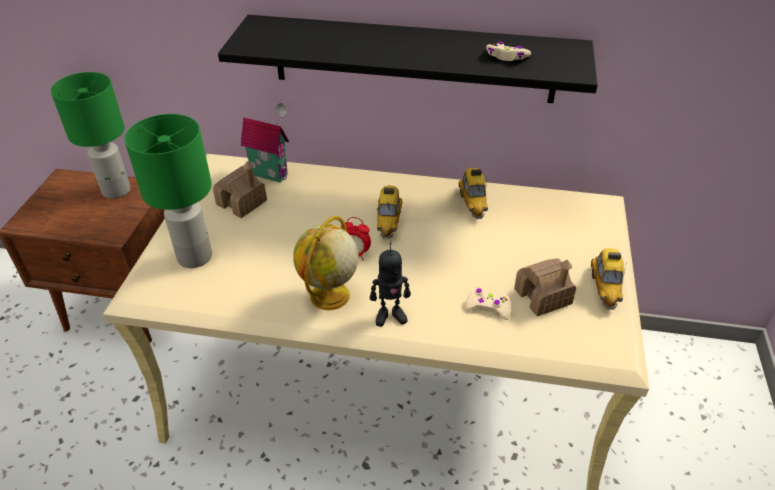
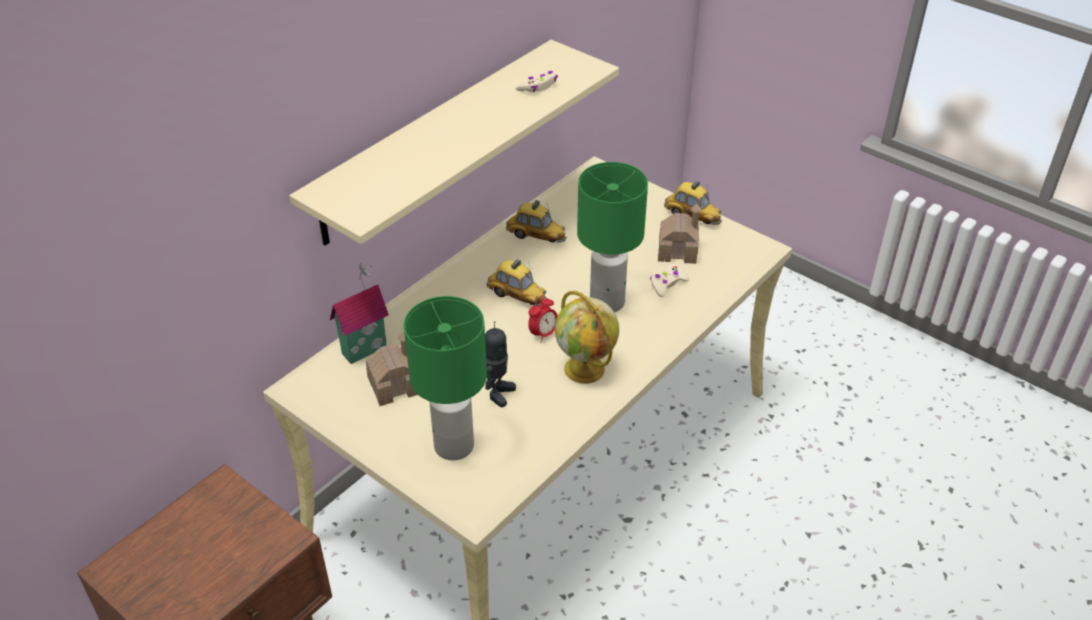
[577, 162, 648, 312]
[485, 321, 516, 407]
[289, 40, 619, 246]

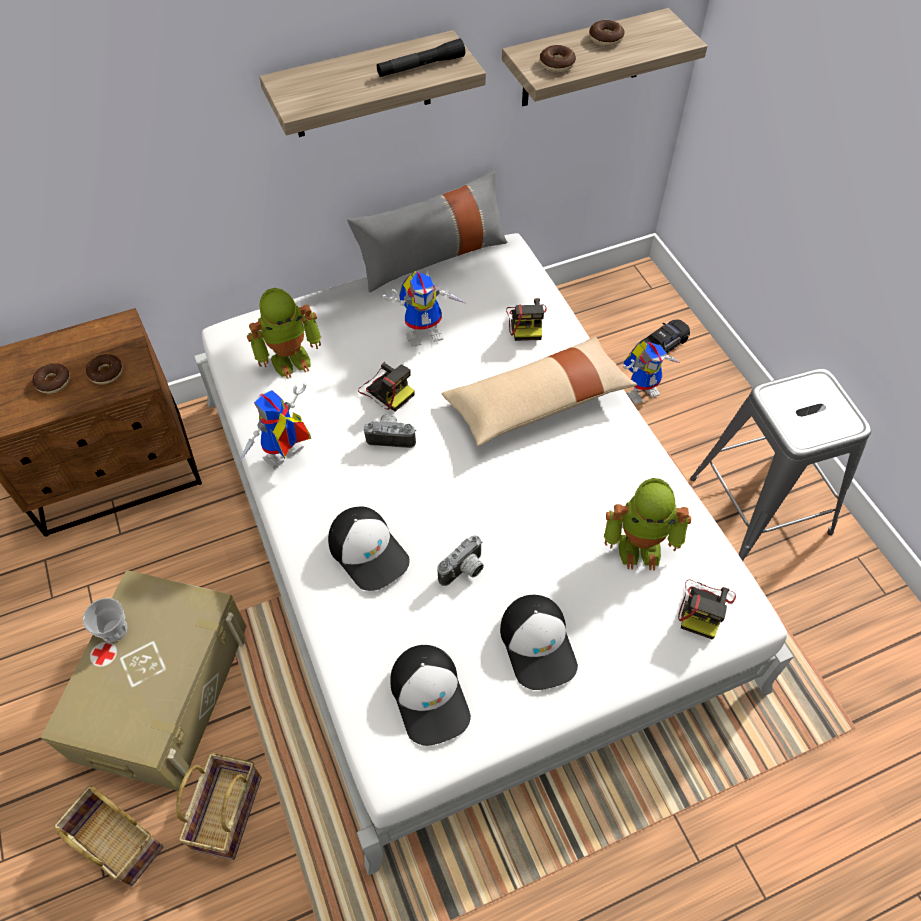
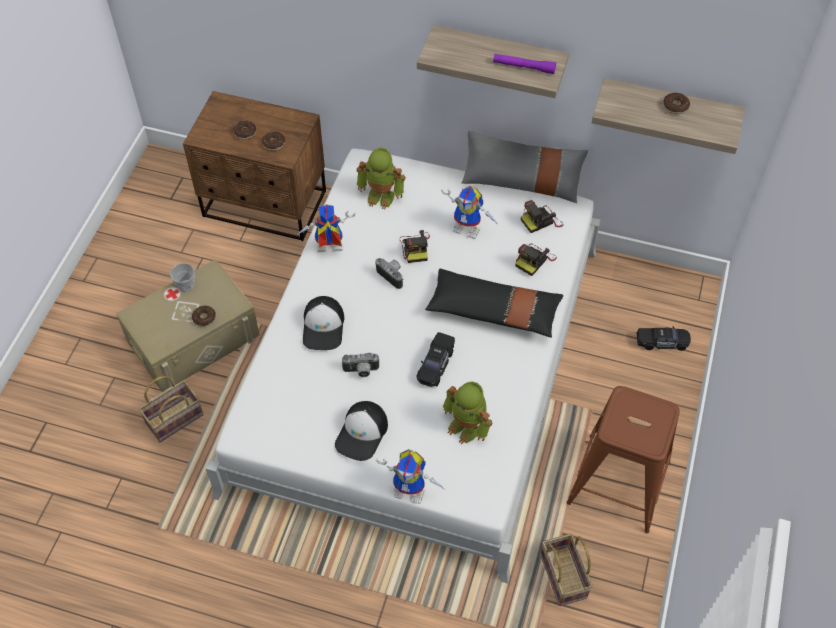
[390, 645, 471, 746] (first image)
[417, 332, 455, 387]
[540, 534, 593, 606]
[192, 306, 216, 327]
[376, 449, 446, 504]
[521, 200, 563, 233]
[493, 54, 556, 74]
[425, 269, 563, 338]
[567, 386, 679, 533]

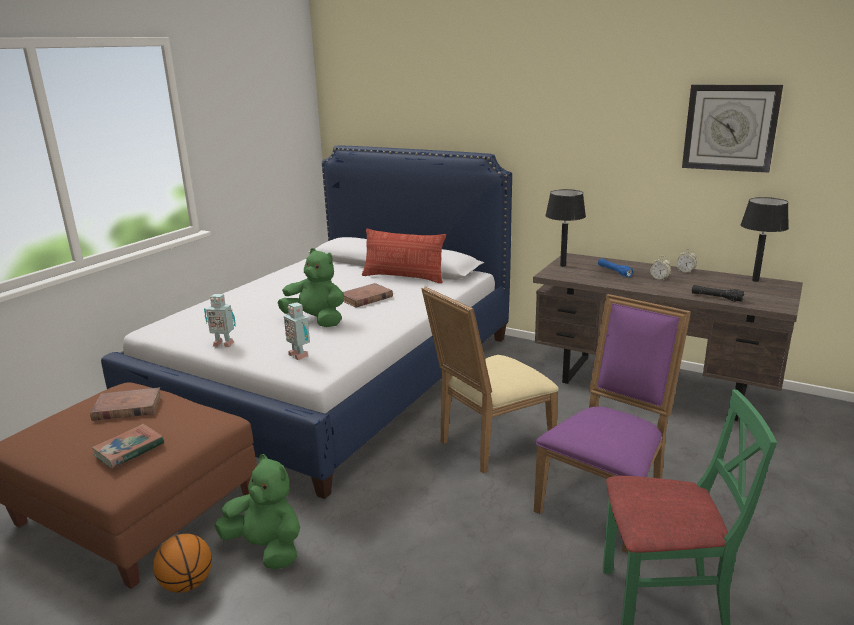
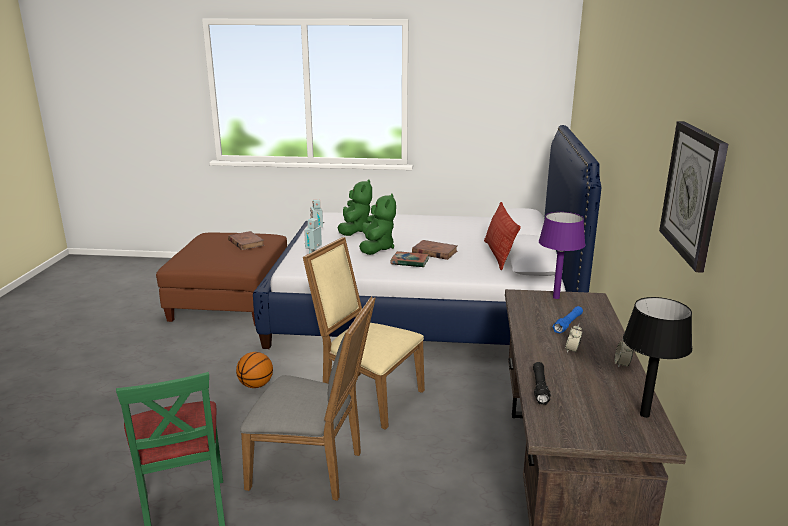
[391, 251, 429, 268]
[236, 352, 273, 388]
[338, 180, 372, 236]
[240, 296, 376, 501]
[539, 212, 586, 299]

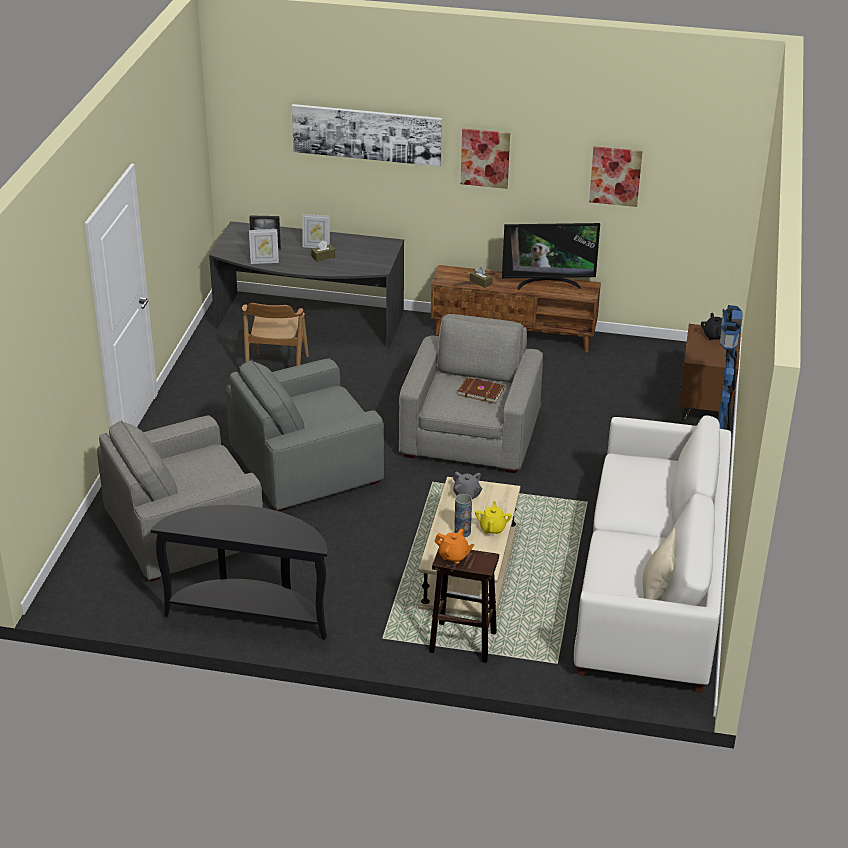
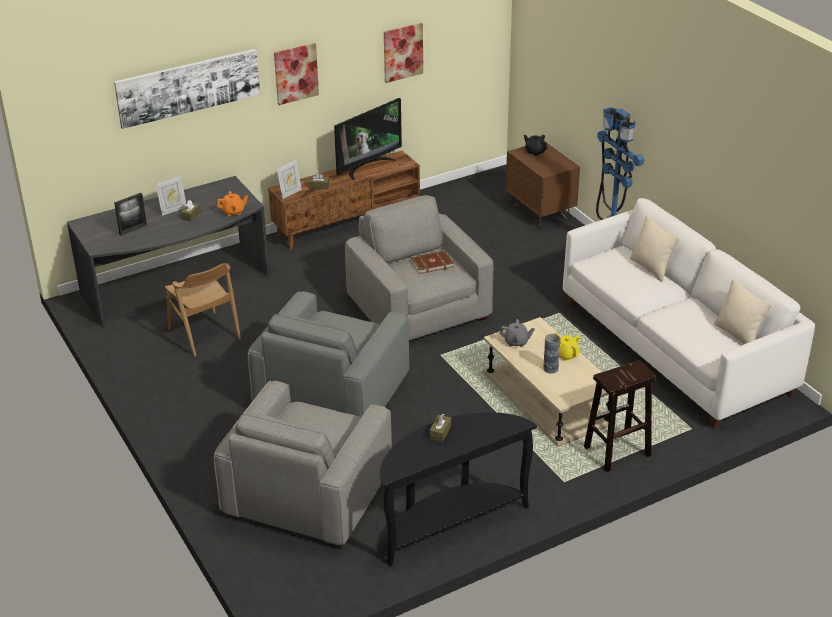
[429, 414, 451, 442]
[630, 215, 680, 282]
[277, 160, 302, 199]
[217, 191, 248, 216]

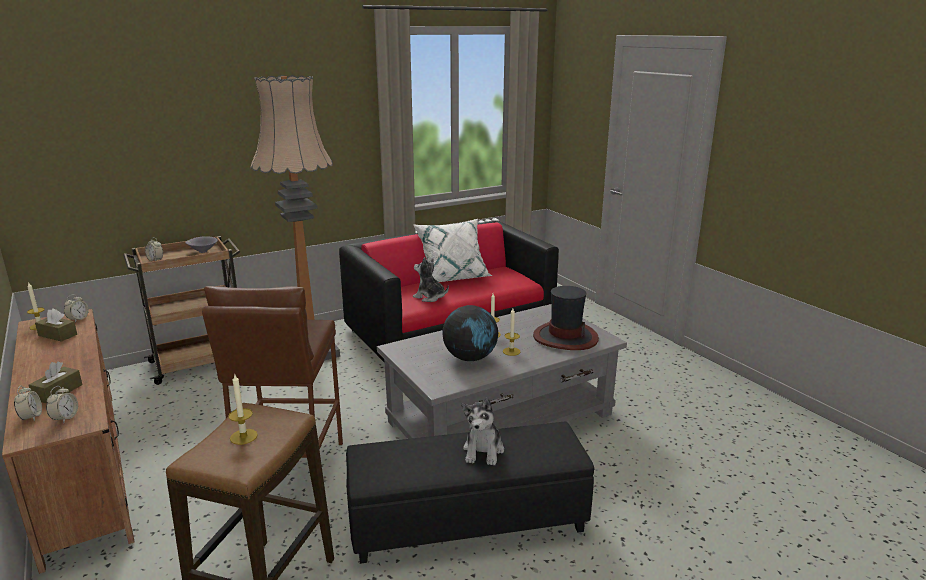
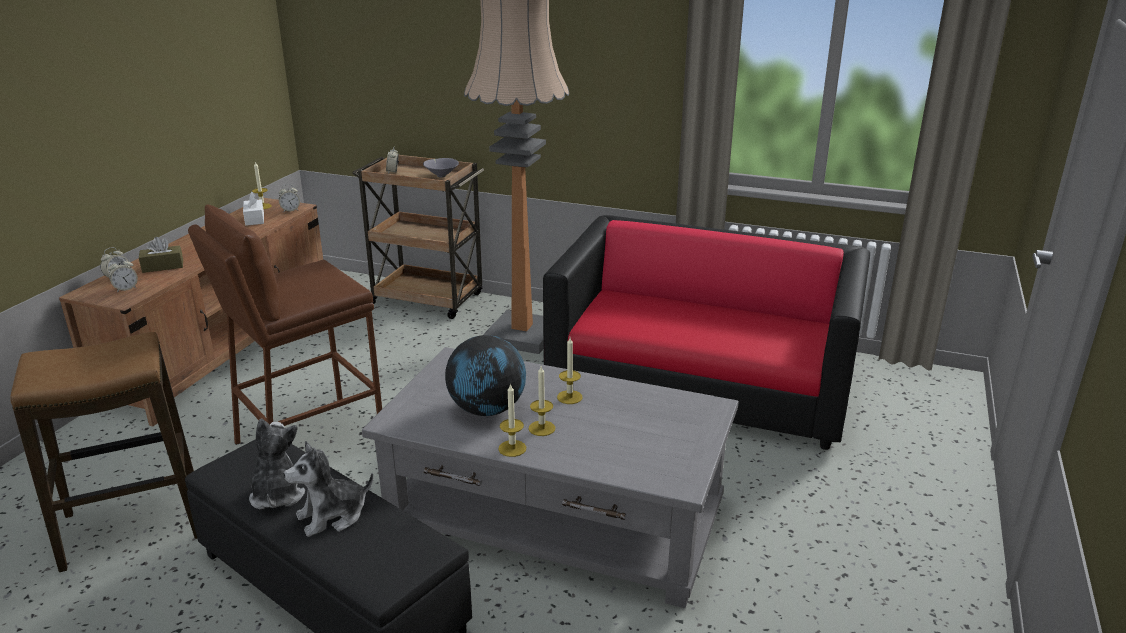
[413, 219, 493, 282] (first image)
[533, 286, 599, 350] (first image)
[498, 383, 526, 457]
[249, 419, 305, 509]
[243, 192, 264, 226]

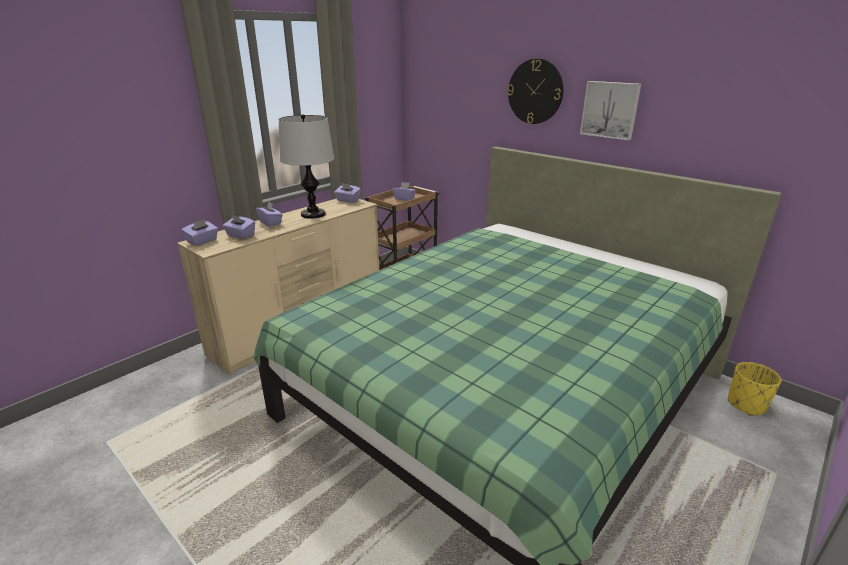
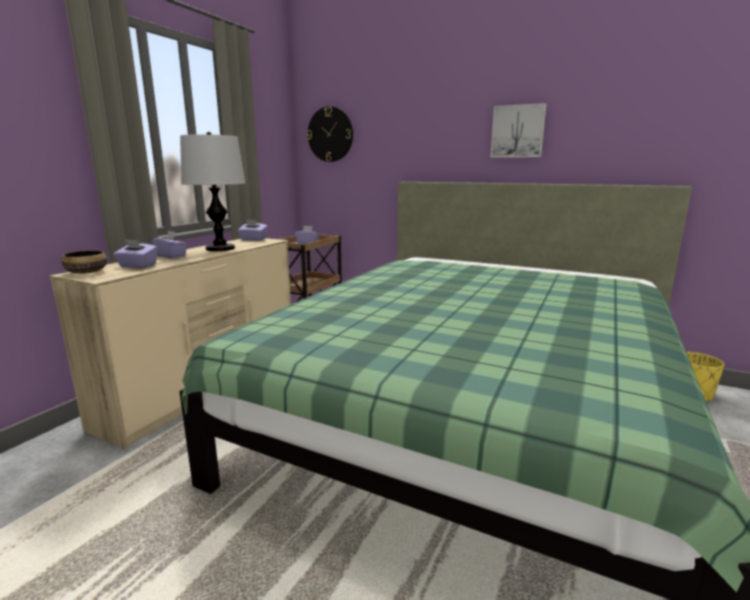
[307, 106, 353, 162]
[62, 250, 107, 274]

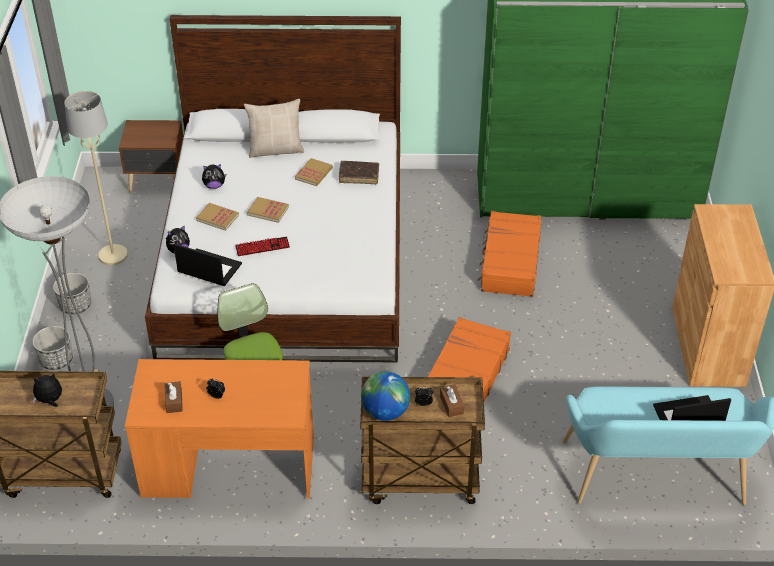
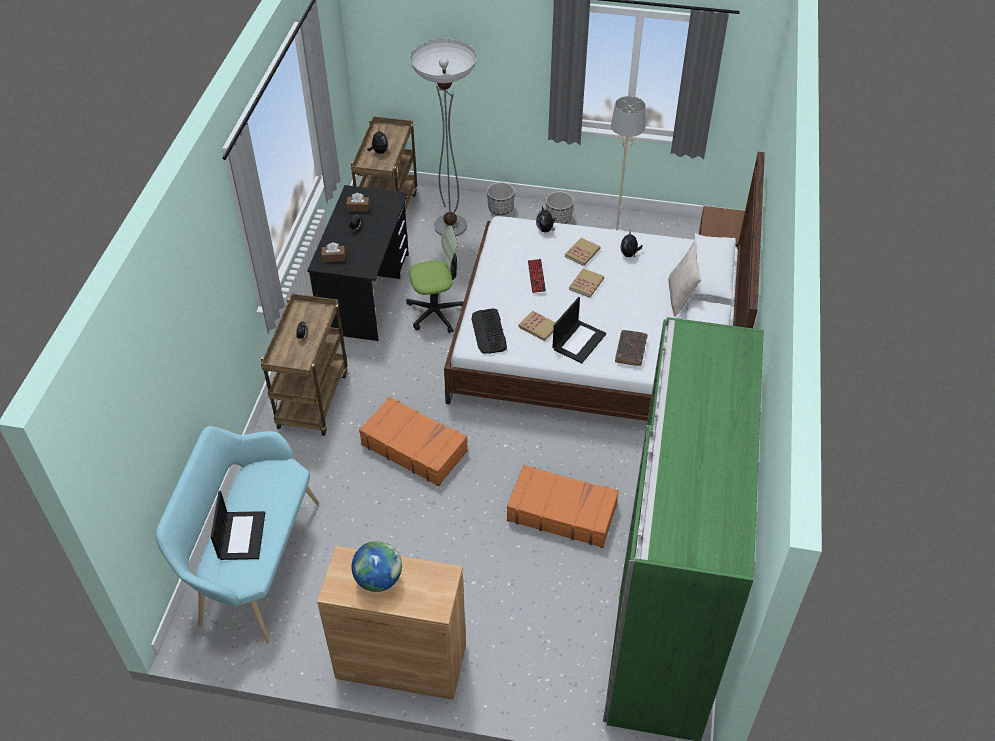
[472, 308, 507, 354]
[552, 297, 606, 363]
[518, 311, 556, 341]
[352, 541, 402, 592]
[322, 243, 345, 262]
[307, 185, 409, 341]

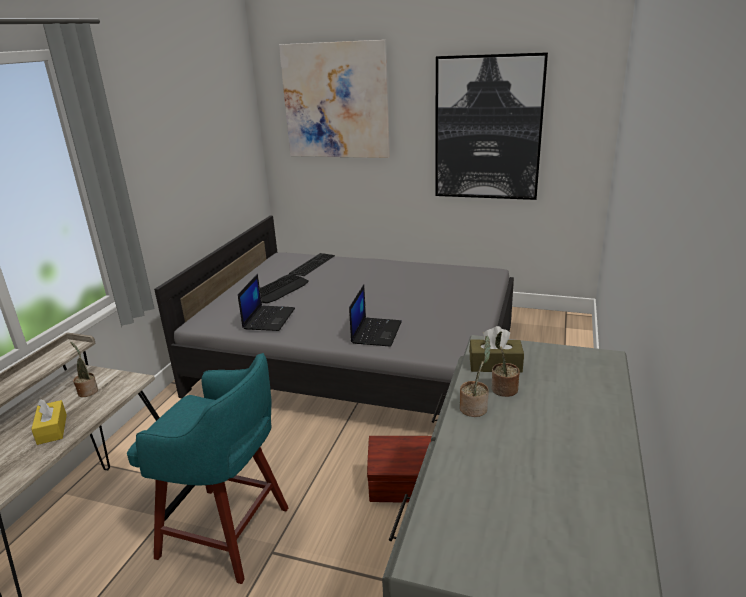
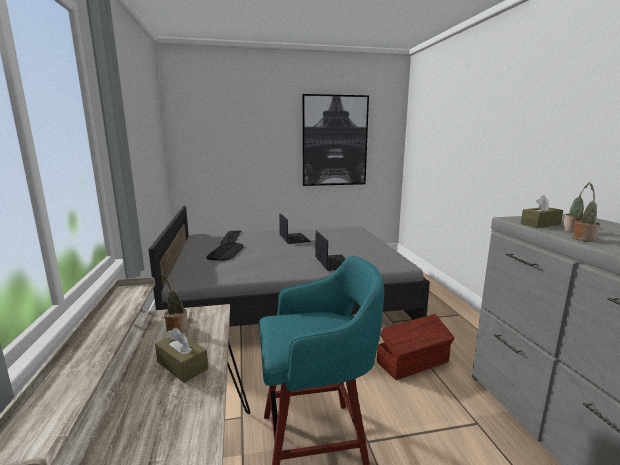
[279, 40, 390, 158] (first image)
[279, 213, 311, 244]
[155, 328, 208, 383]

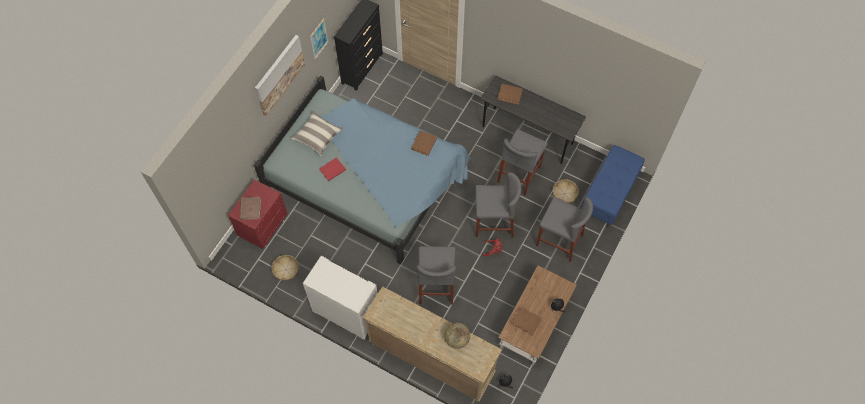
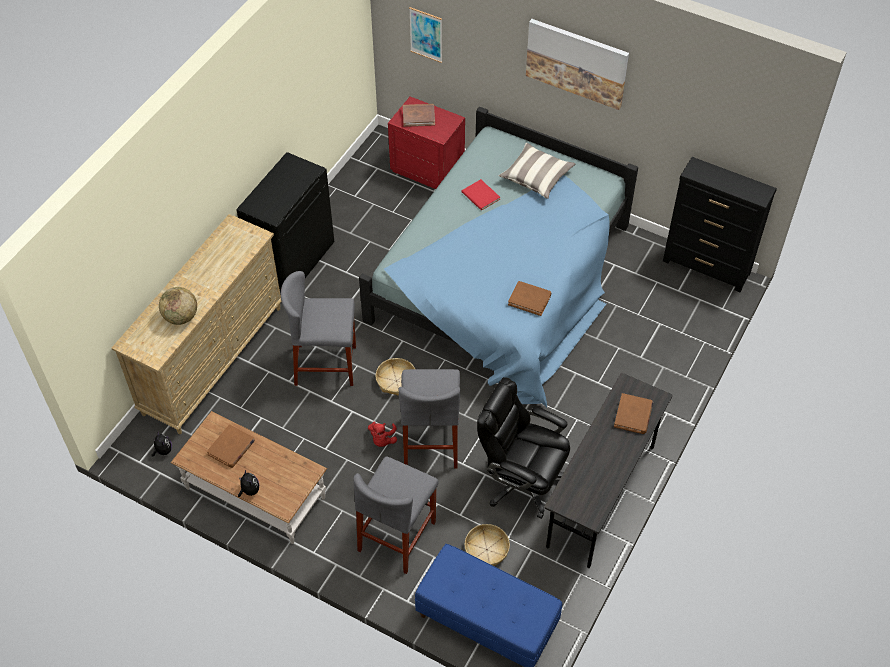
[376, 358, 415, 396]
[409, 7, 442, 63]
[477, 377, 570, 519]
[236, 152, 334, 295]

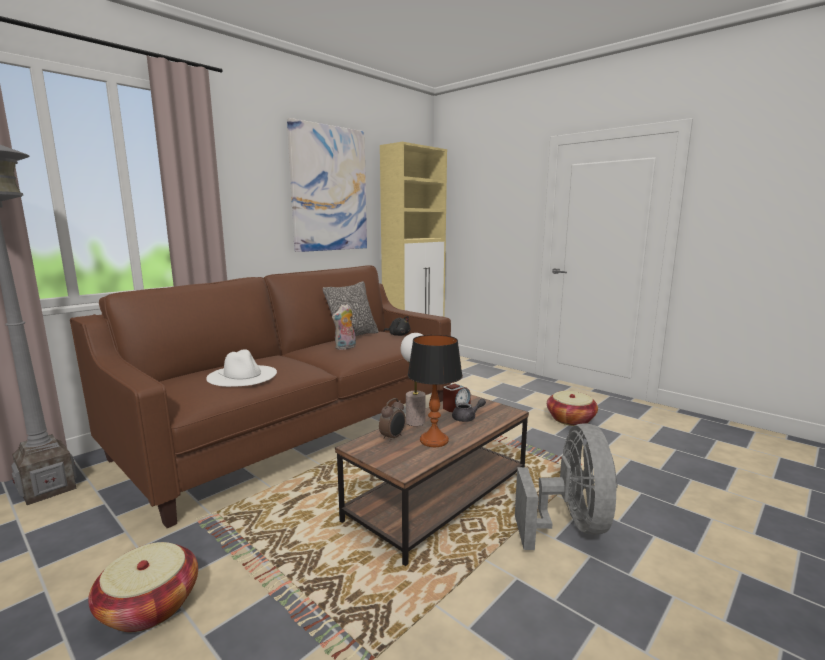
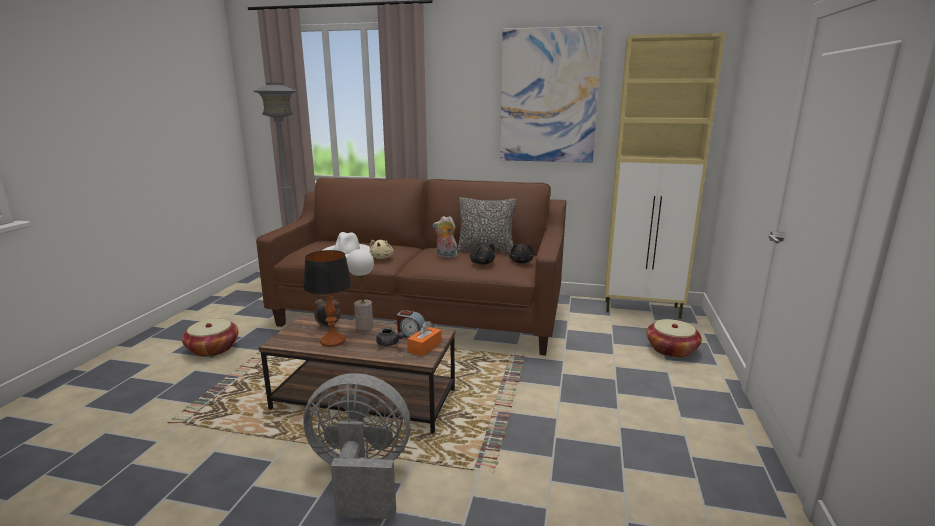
[370, 240, 394, 259]
[407, 321, 442, 356]
[470, 244, 495, 265]
[647, 319, 702, 358]
[303, 373, 411, 519]

